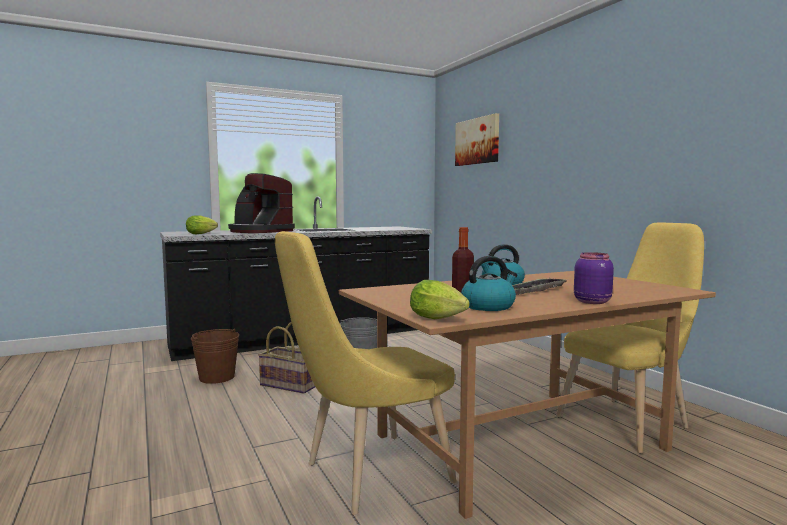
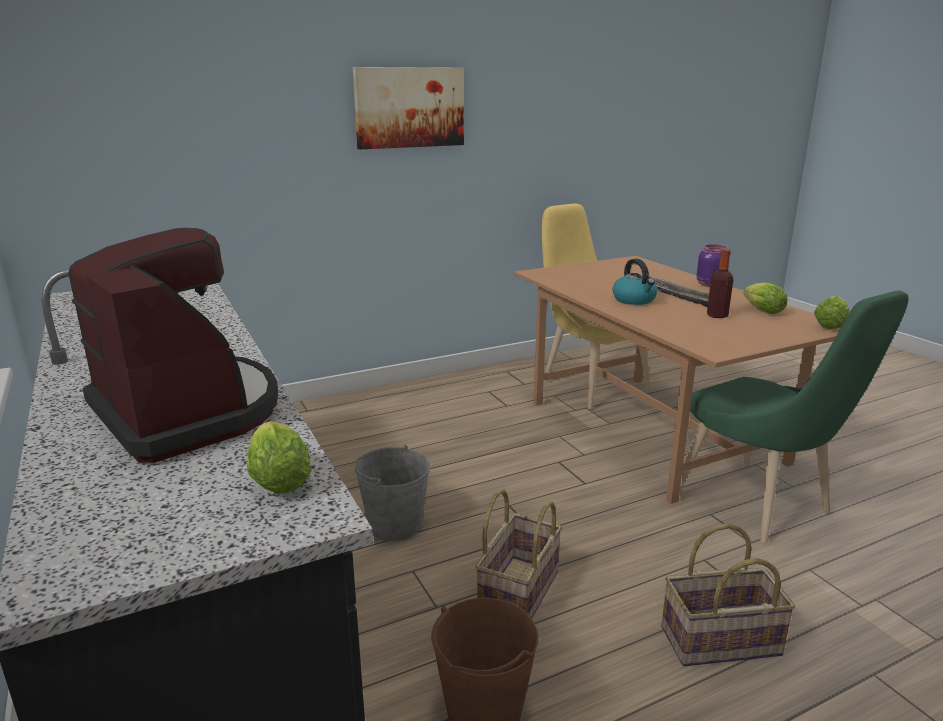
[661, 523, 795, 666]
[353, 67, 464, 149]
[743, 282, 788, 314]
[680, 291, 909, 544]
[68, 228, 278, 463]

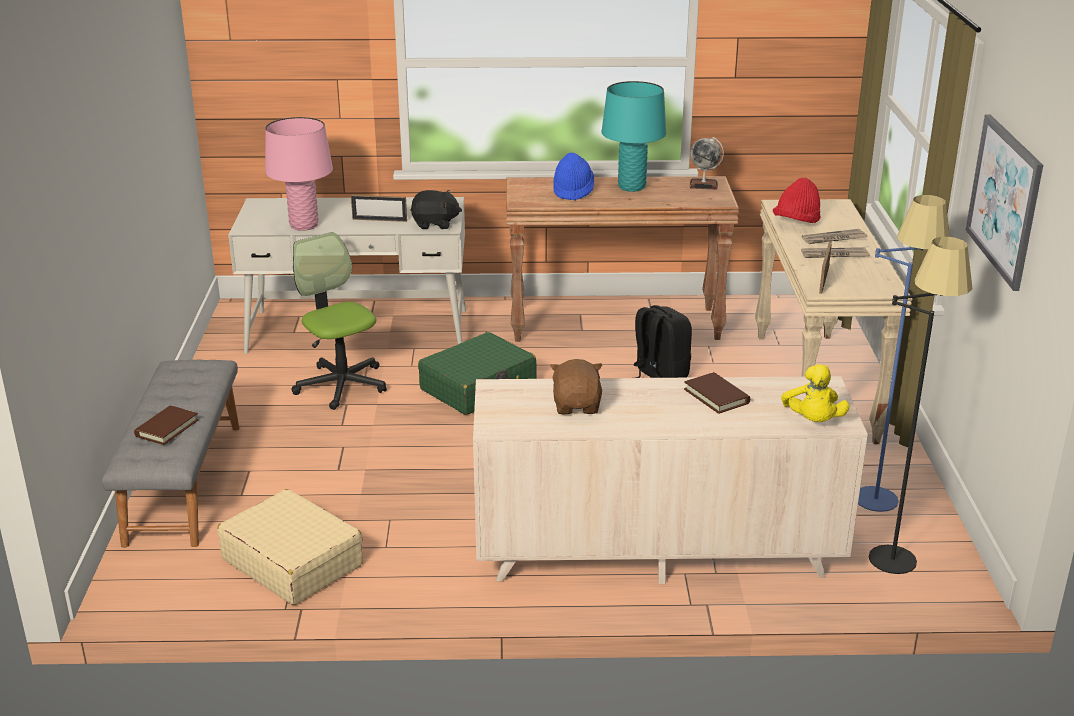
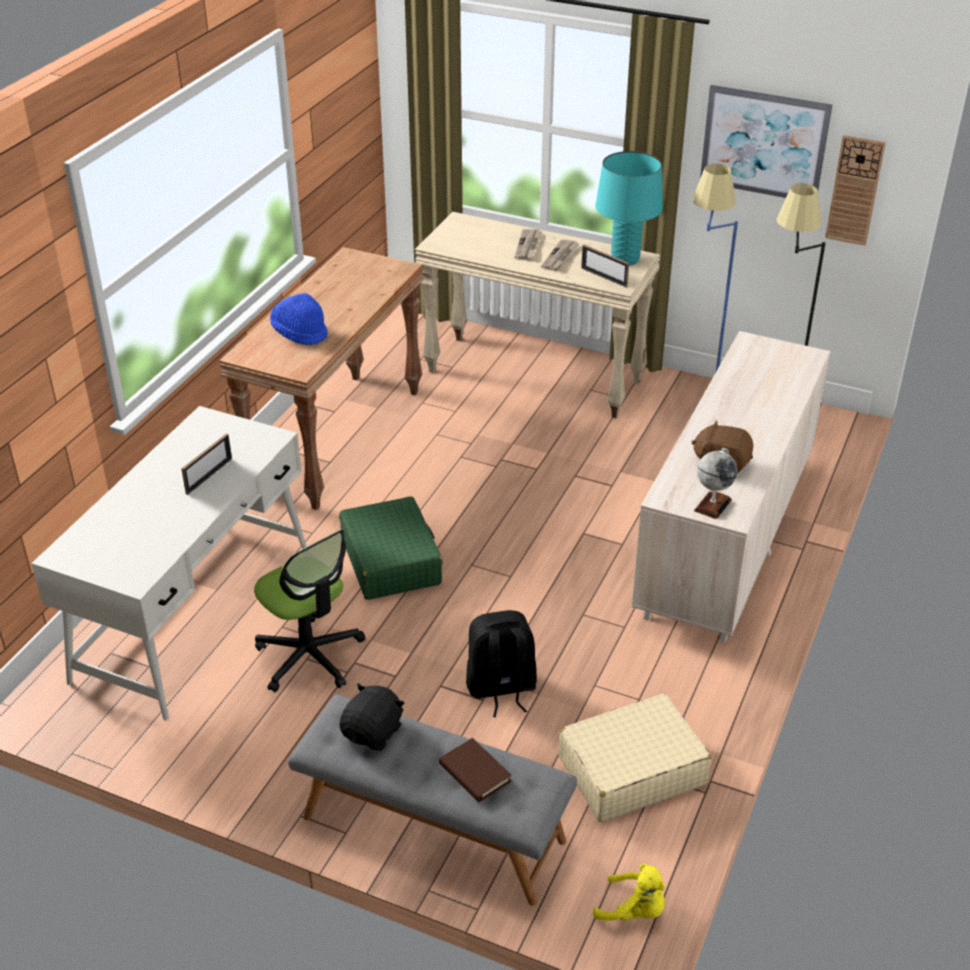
[265, 117, 333, 231] (first image)
[684, 372, 750, 414] (first image)
[773, 177, 821, 223] (first image)
[825, 135, 886, 246]
[339, 683, 405, 751]
[596, 151, 663, 266]
[466, 610, 537, 717]
[694, 448, 738, 519]
[593, 864, 665, 921]
[254, 529, 365, 692]

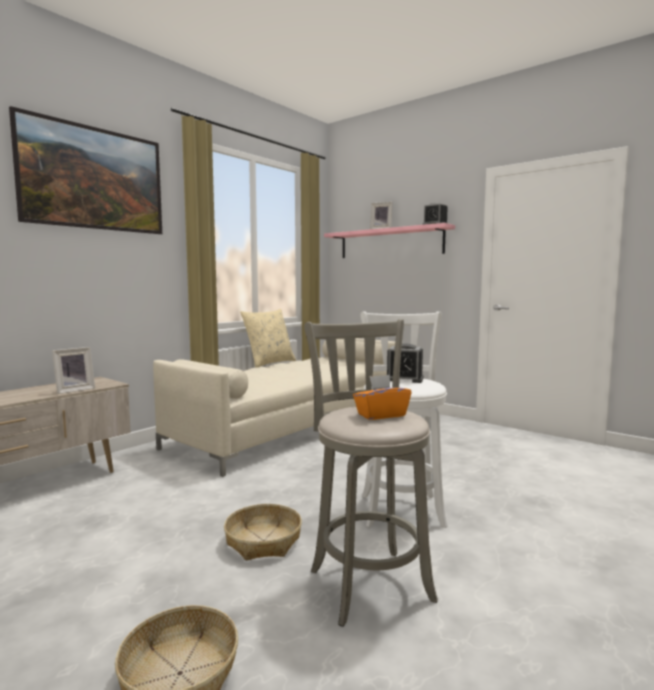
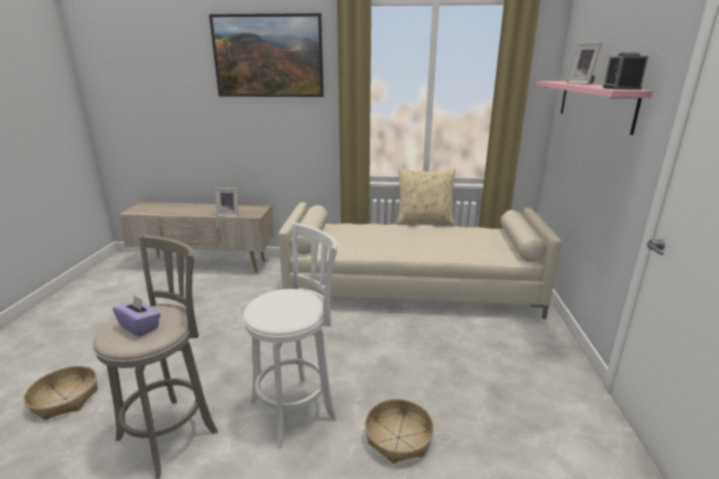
[387, 344, 424, 383] (first image)
[365, 399, 434, 464]
[113, 295, 161, 337]

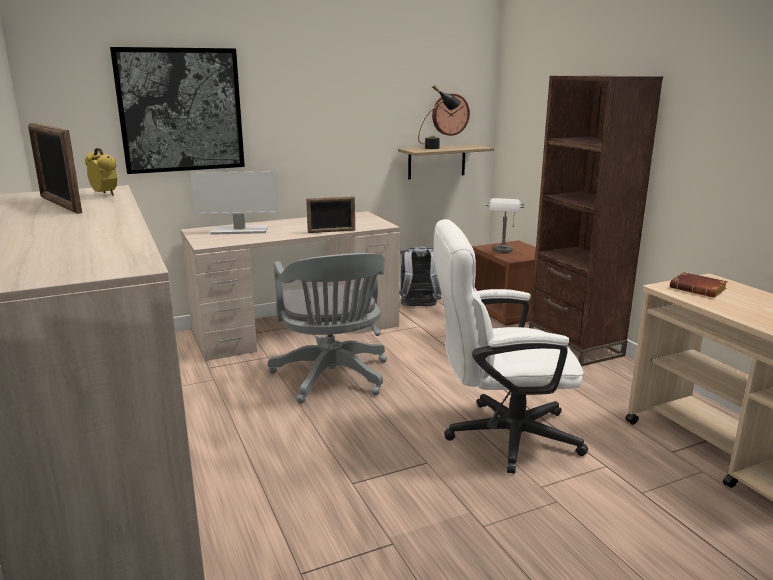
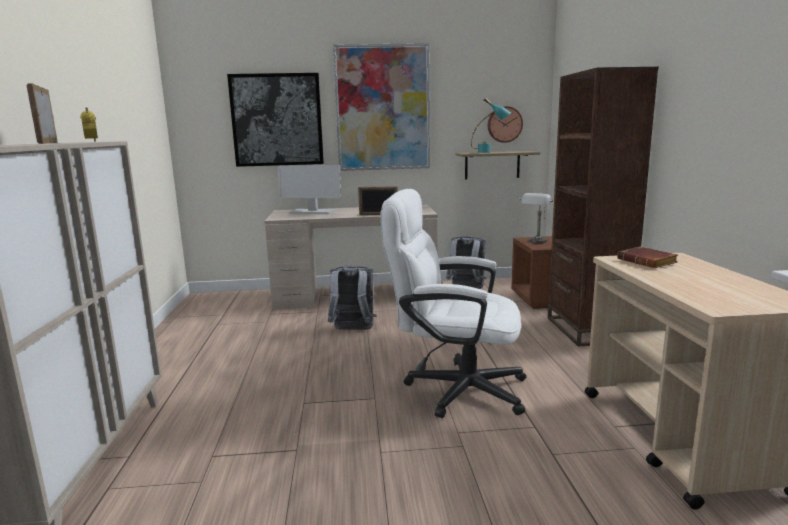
[333, 43, 430, 171]
[328, 265, 376, 330]
[471, 98, 511, 153]

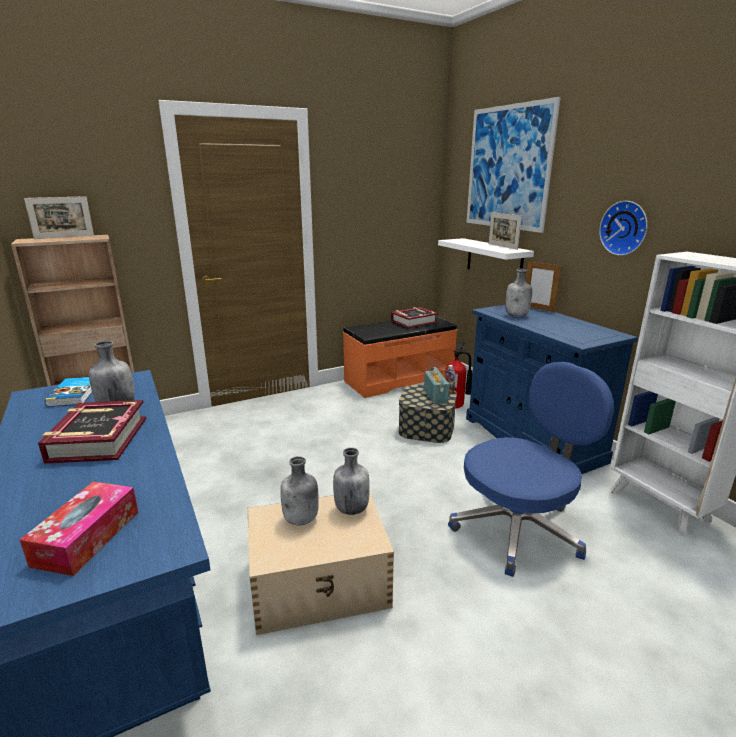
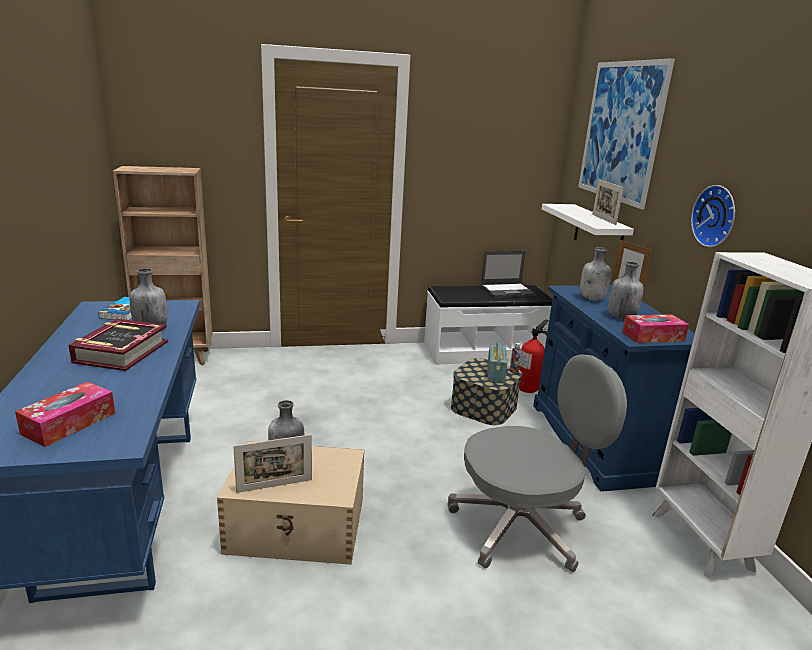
[622, 314, 689, 343]
[233, 434, 312, 493]
[608, 262, 643, 319]
[480, 251, 536, 298]
[424, 285, 552, 365]
[447, 355, 627, 572]

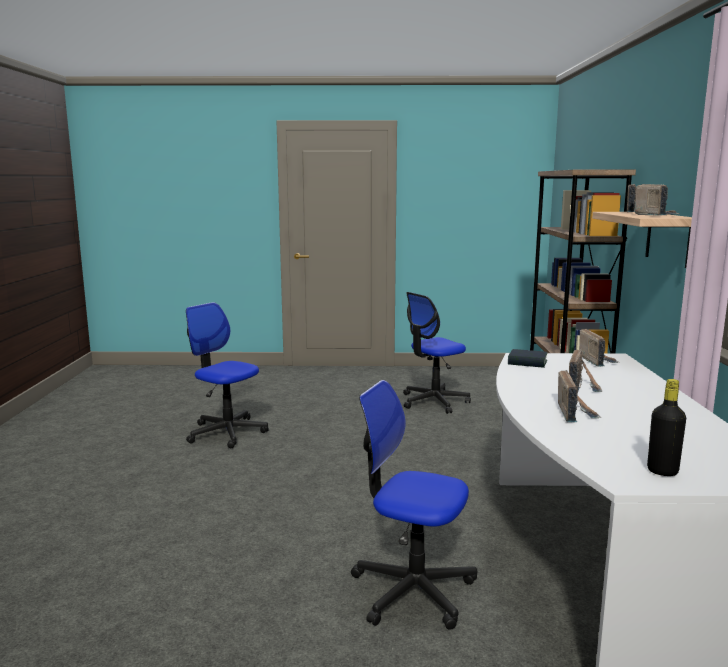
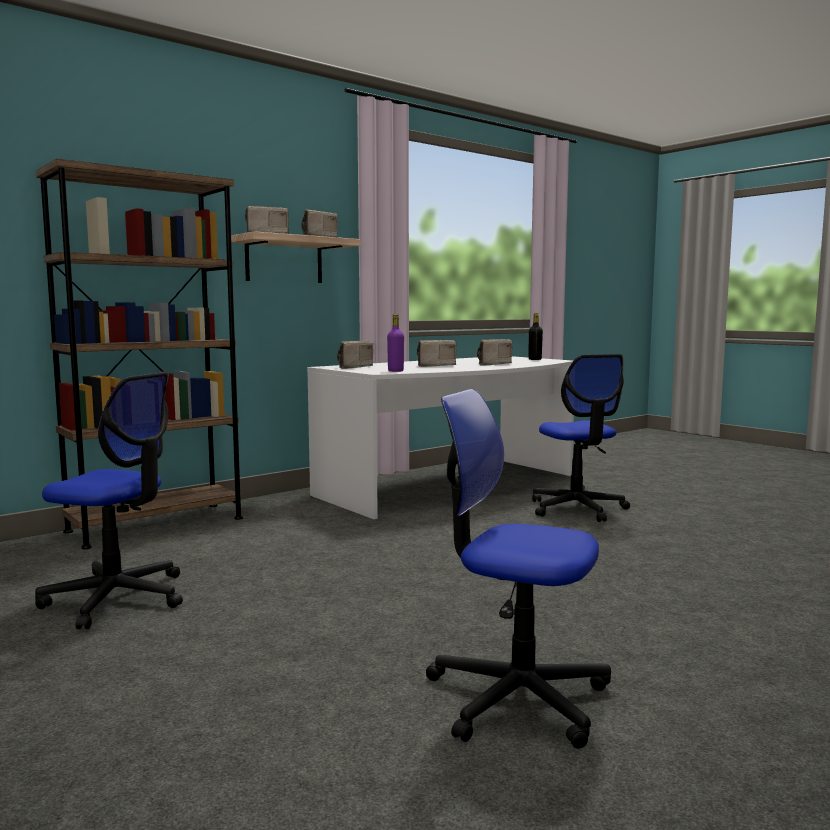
[387, 314, 404, 372]
[426, 389, 611, 749]

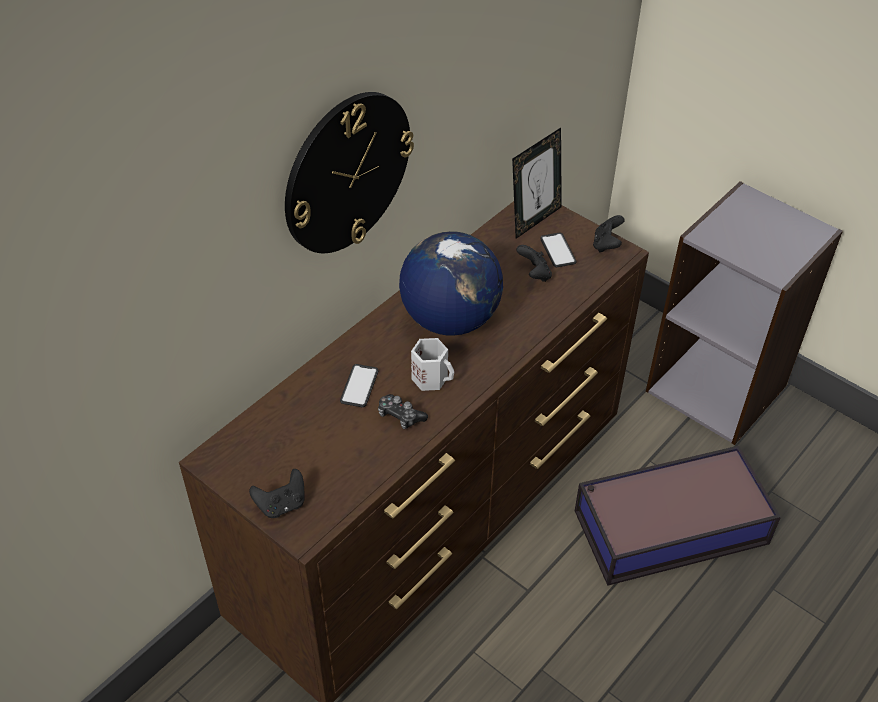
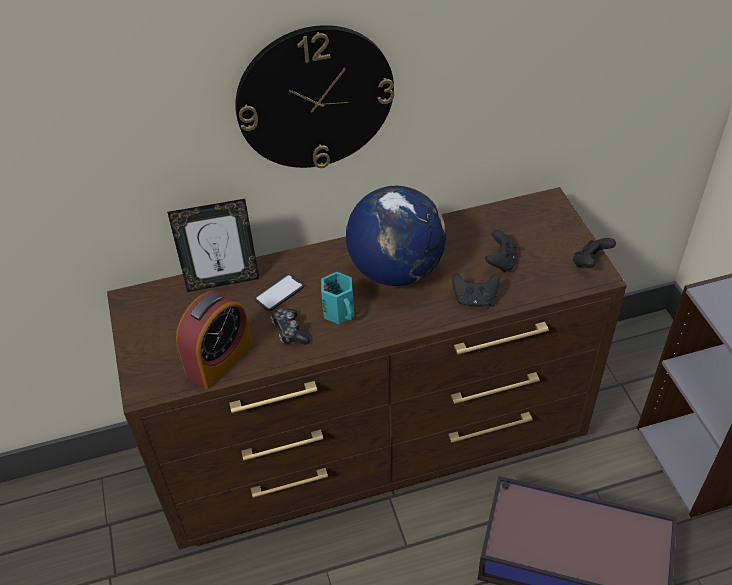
[540, 233, 576, 267] (first image)
[176, 291, 252, 389]
[452, 273, 500, 306]
[167, 199, 259, 292]
[321, 272, 354, 324]

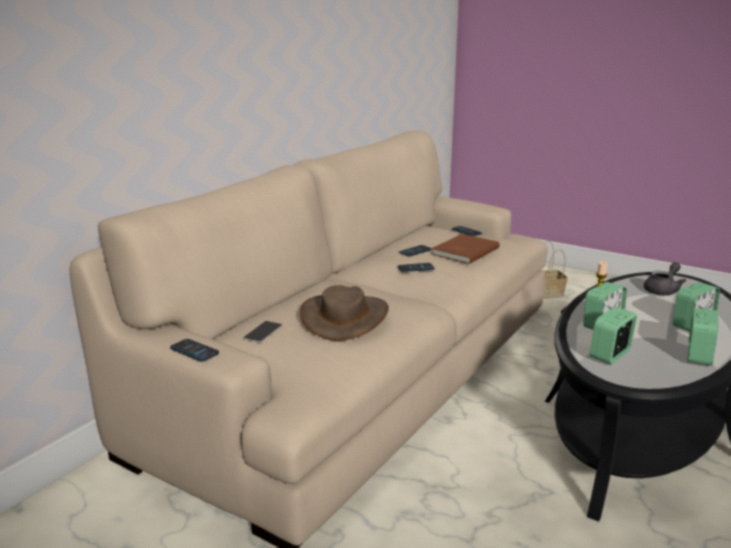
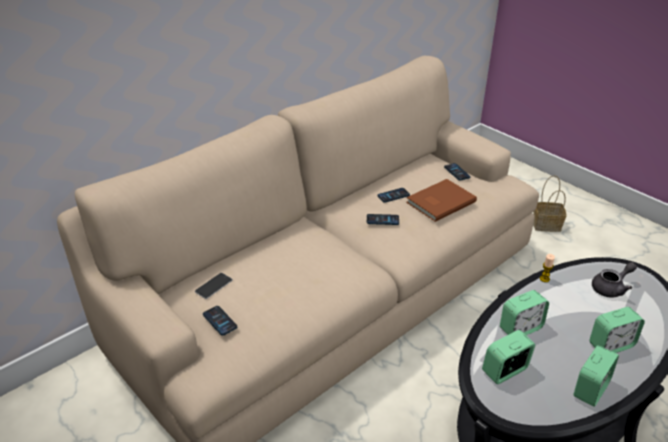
[300, 285, 389, 341] (first image)
[203, 306, 237, 336]

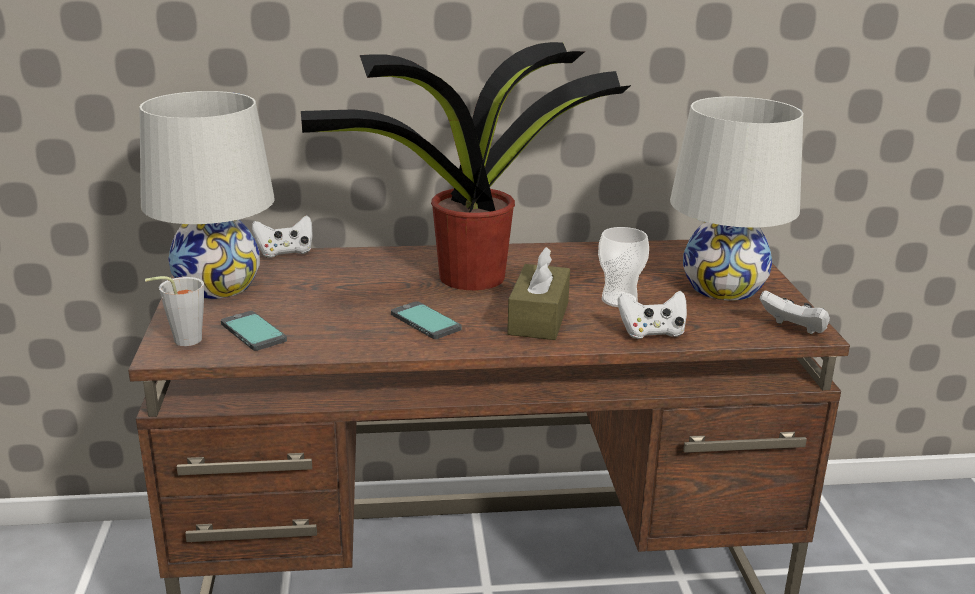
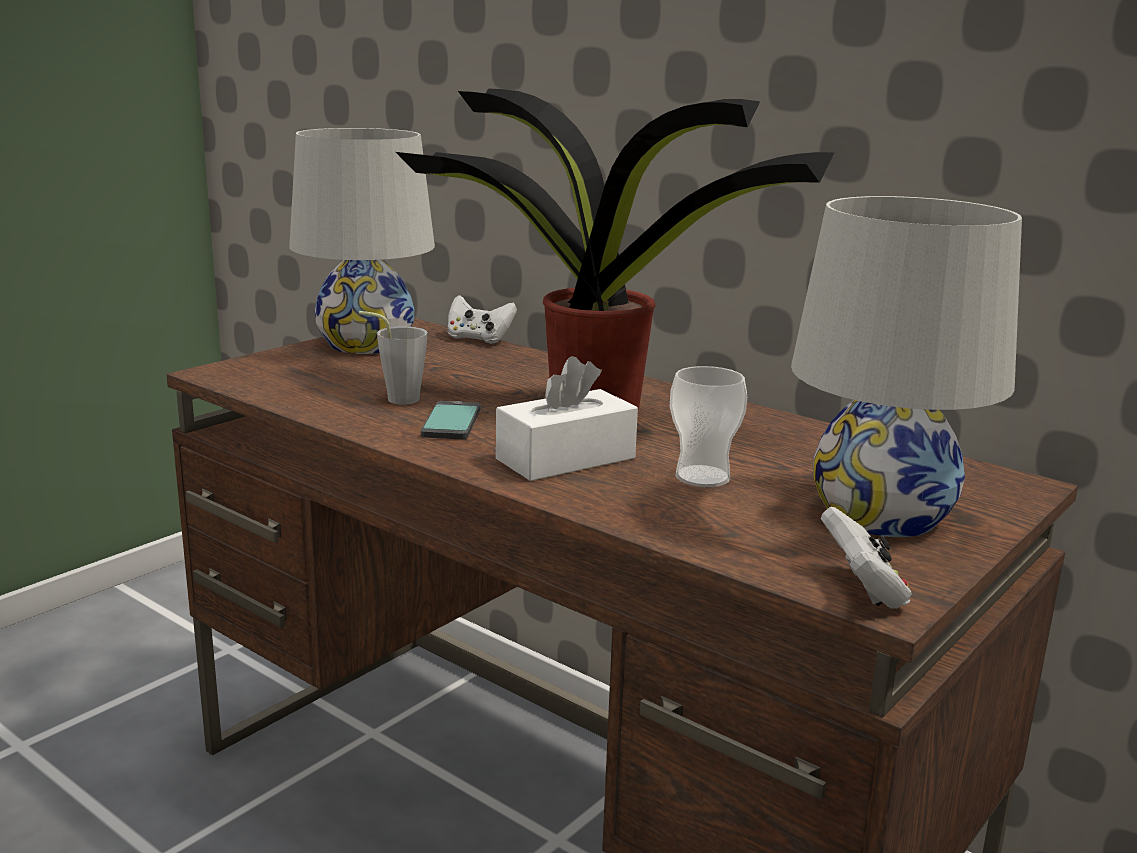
[221, 311, 287, 351] (first image)
[617, 291, 687, 339] (first image)
[359, 311, 428, 405]
[496, 356, 638, 481]

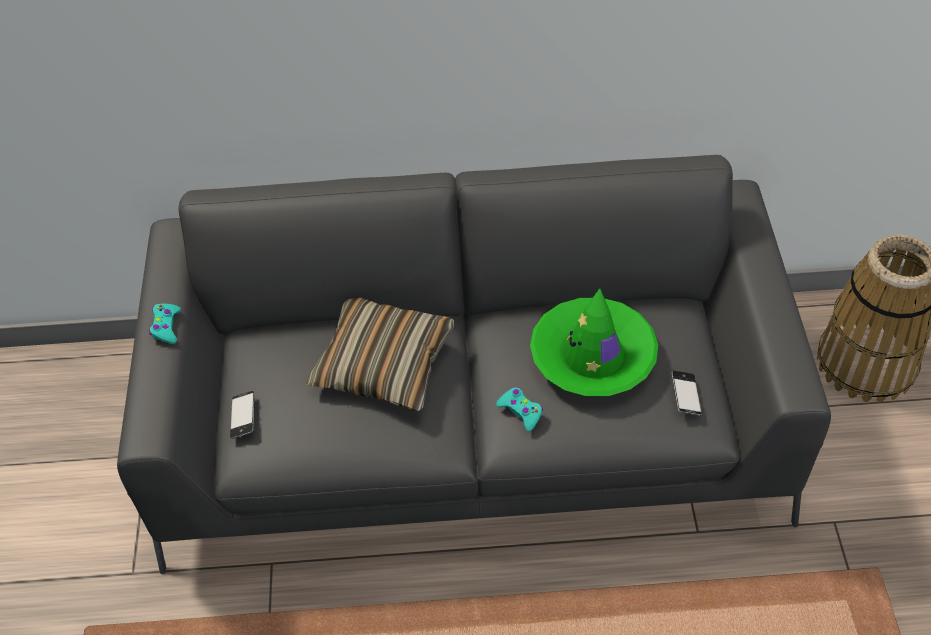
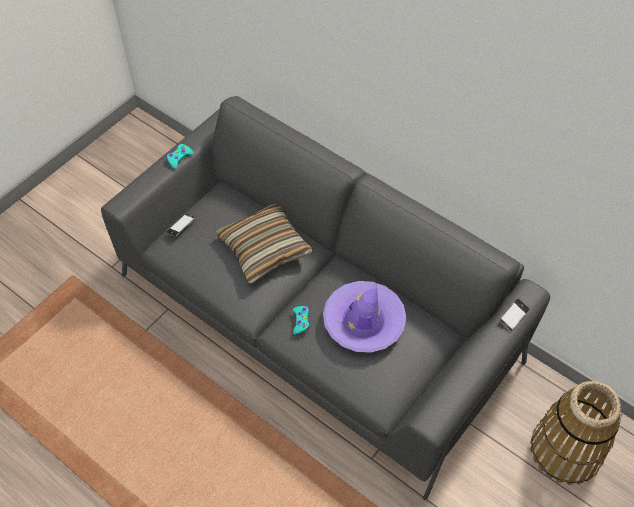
[499, 298, 529, 331]
[323, 281, 407, 353]

